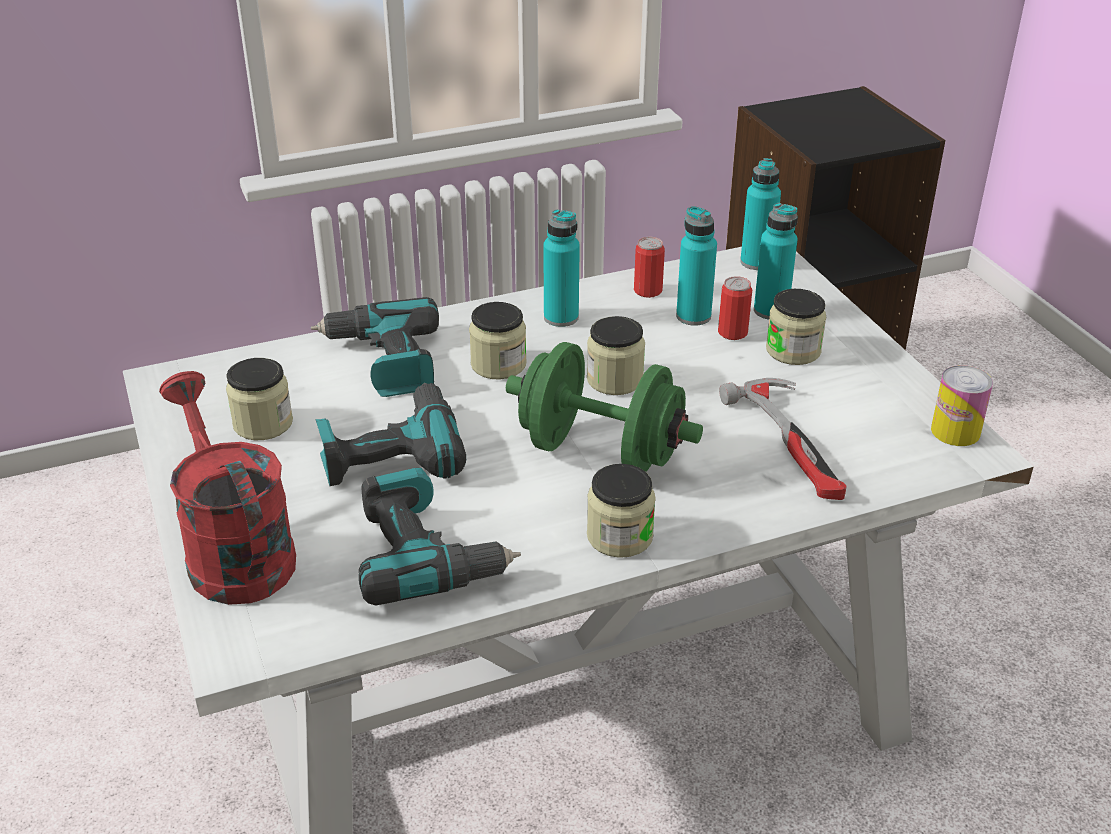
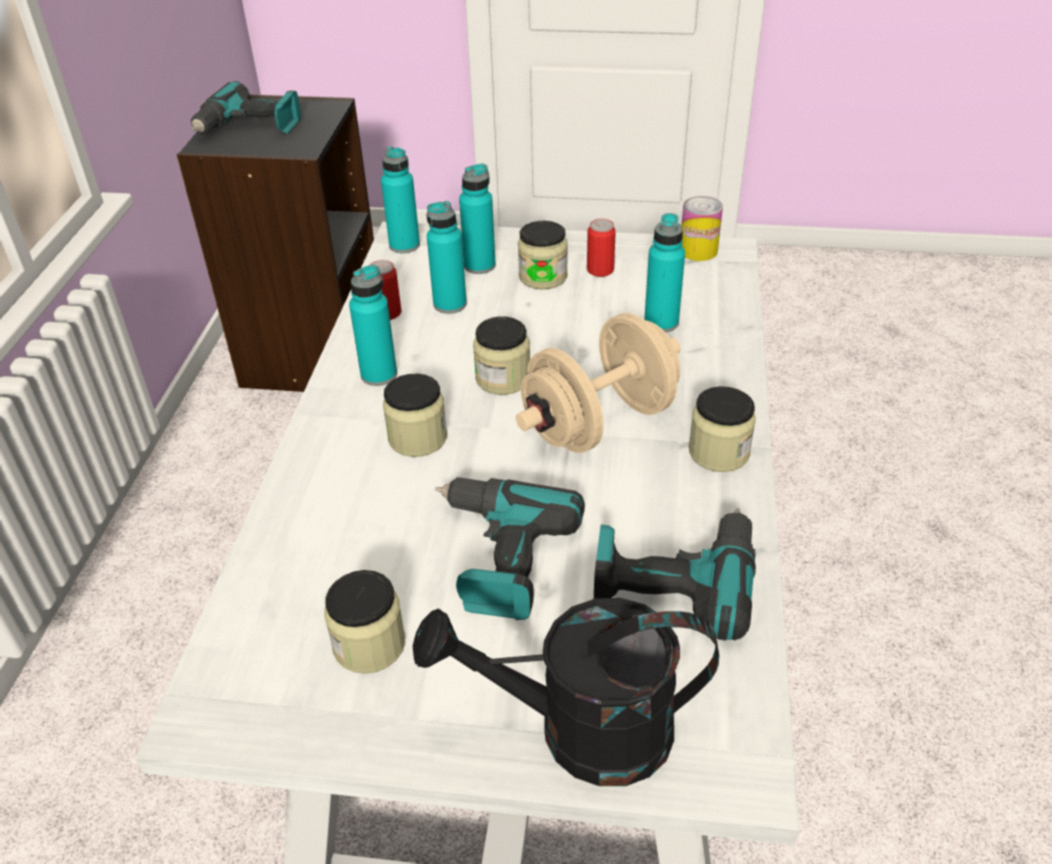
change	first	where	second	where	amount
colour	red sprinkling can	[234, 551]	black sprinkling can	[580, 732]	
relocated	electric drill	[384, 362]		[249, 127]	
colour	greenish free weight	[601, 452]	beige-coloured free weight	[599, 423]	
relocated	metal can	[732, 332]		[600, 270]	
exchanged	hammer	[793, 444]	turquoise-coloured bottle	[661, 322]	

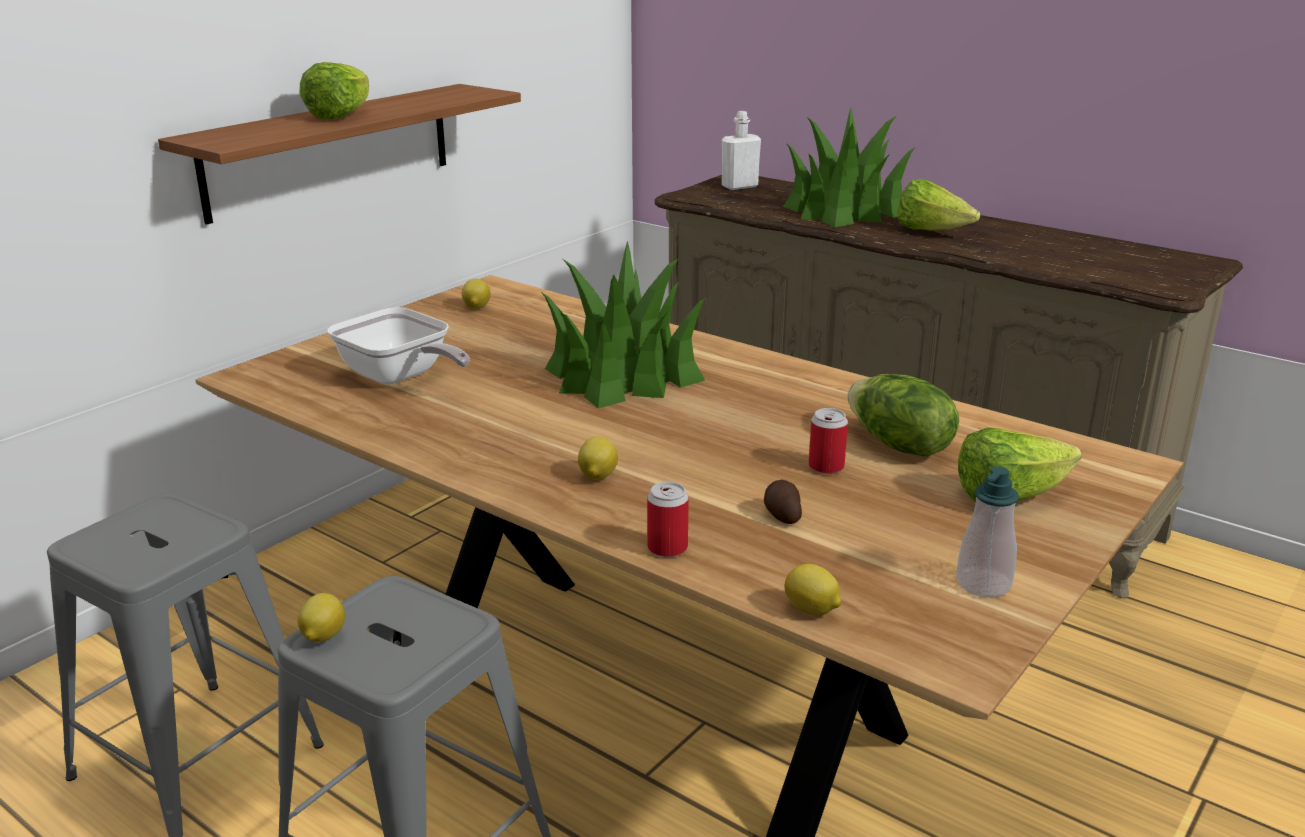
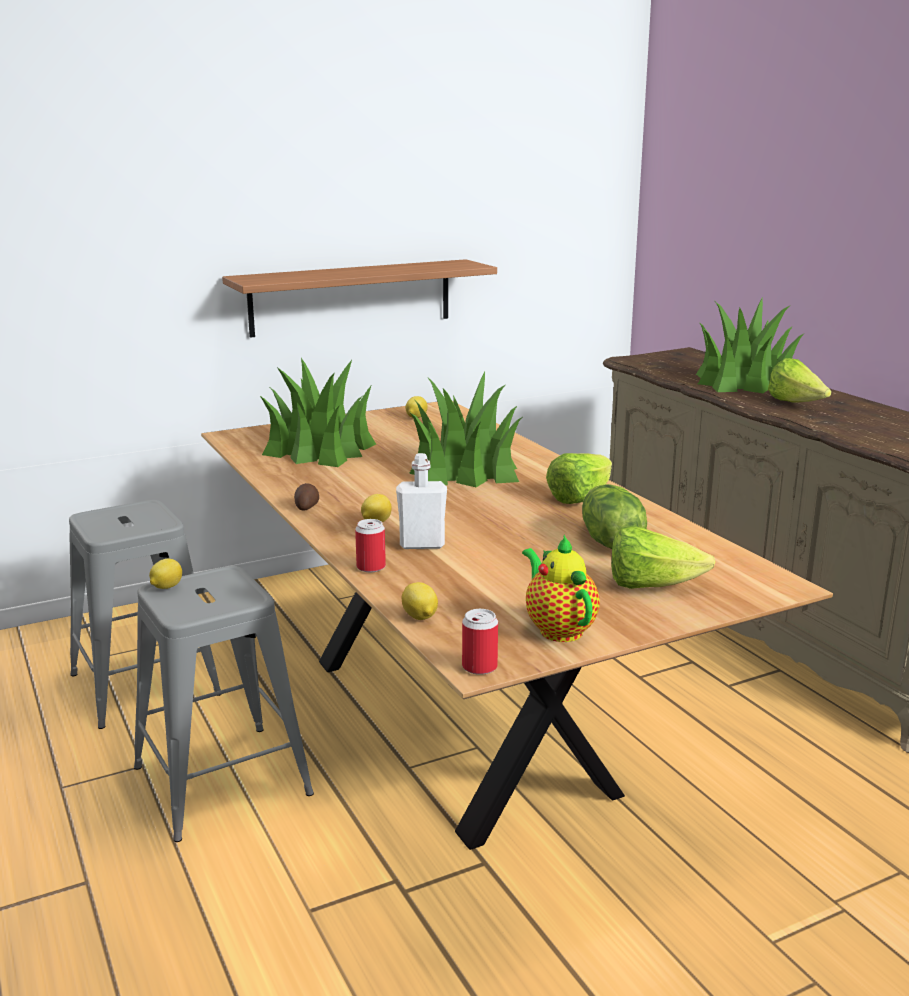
change	first	where	second	where	amount
relocated	lettuce	[340, 115]		[580, 497]	
exchanged	frying pan	[399, 377]	plant in a pot	[319, 449]	
relocated	white bottle	[739, 186]		[422, 544]	
relocated	spud	[782, 515]		[306, 507]	
relocated	metal can	[826, 467]		[479, 667]	
exchanged	soap bottle	[983, 584]	teapot	[558, 629]	

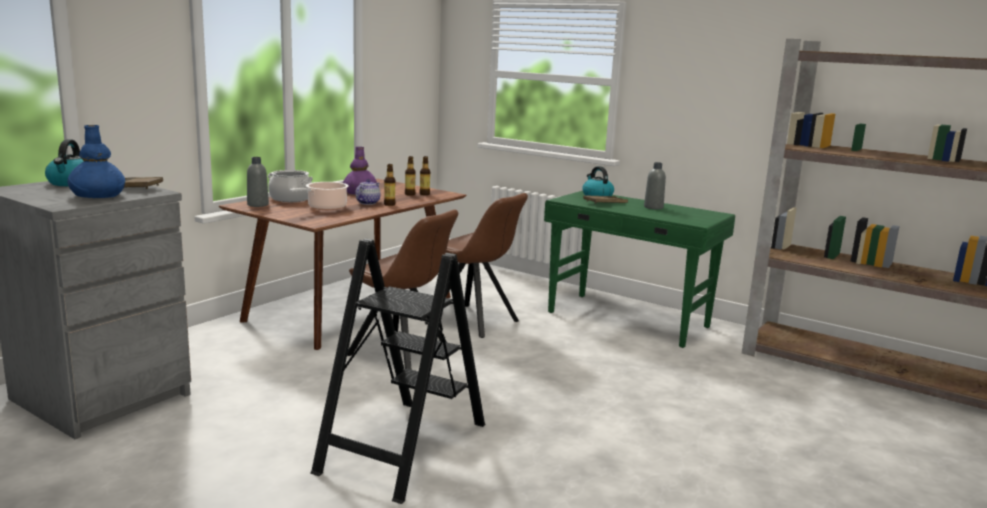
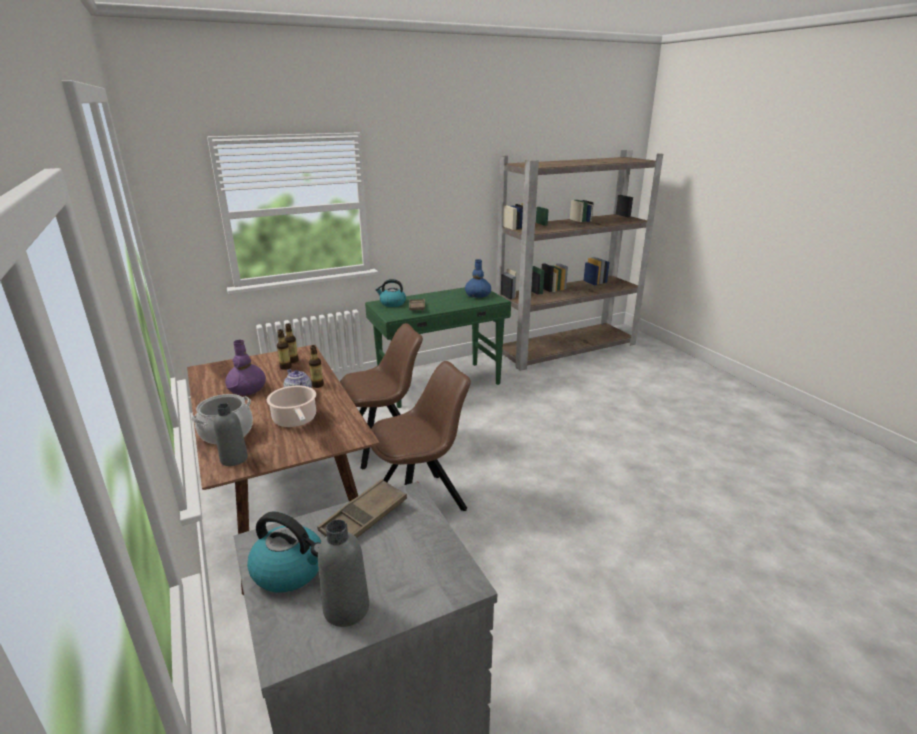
change	first	where	second	where	amount
relocated	bluish decorative vase	[98, 195]		[477, 295]	
missing	black step ladder	[402, 448]			
relocated	greyish bottle	[653, 207]		[346, 608]	

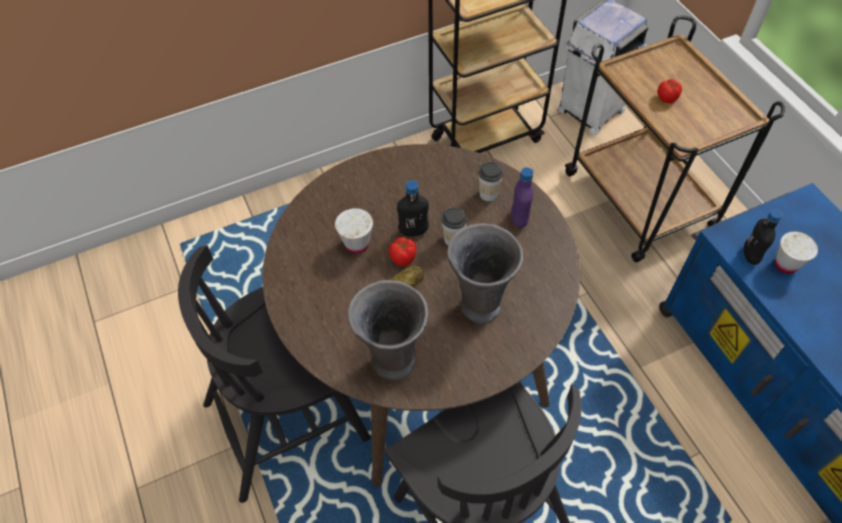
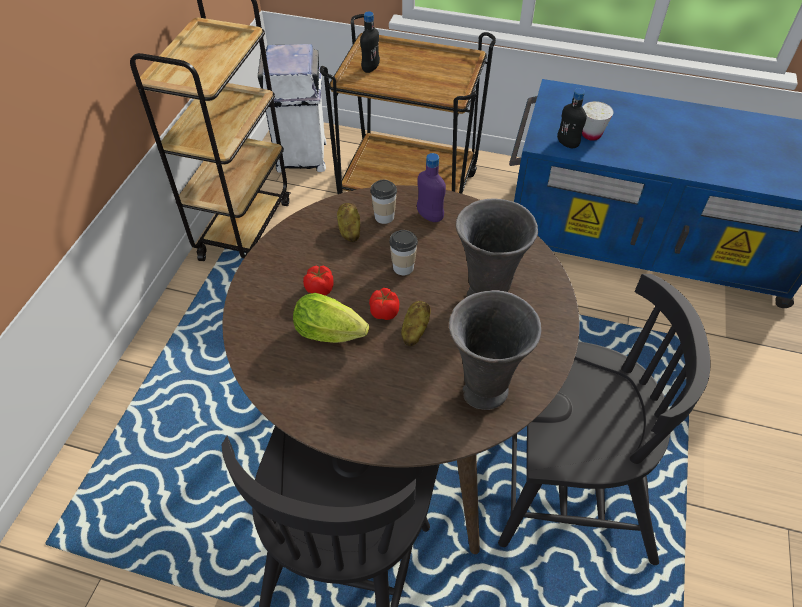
change	first	where	second	where	amount
exchanged	white cup	[357, 244]	lettuce	[333, 334]	
relocated	black bottle	[413, 231]		[370, 68]	
relocated	whole tomato	[667, 98]		[320, 288]	
appeared			spud	[349, 230]	

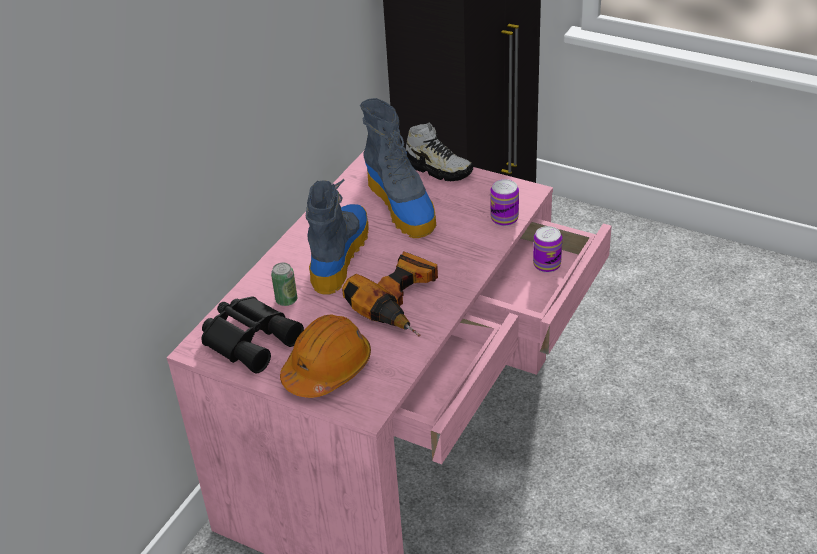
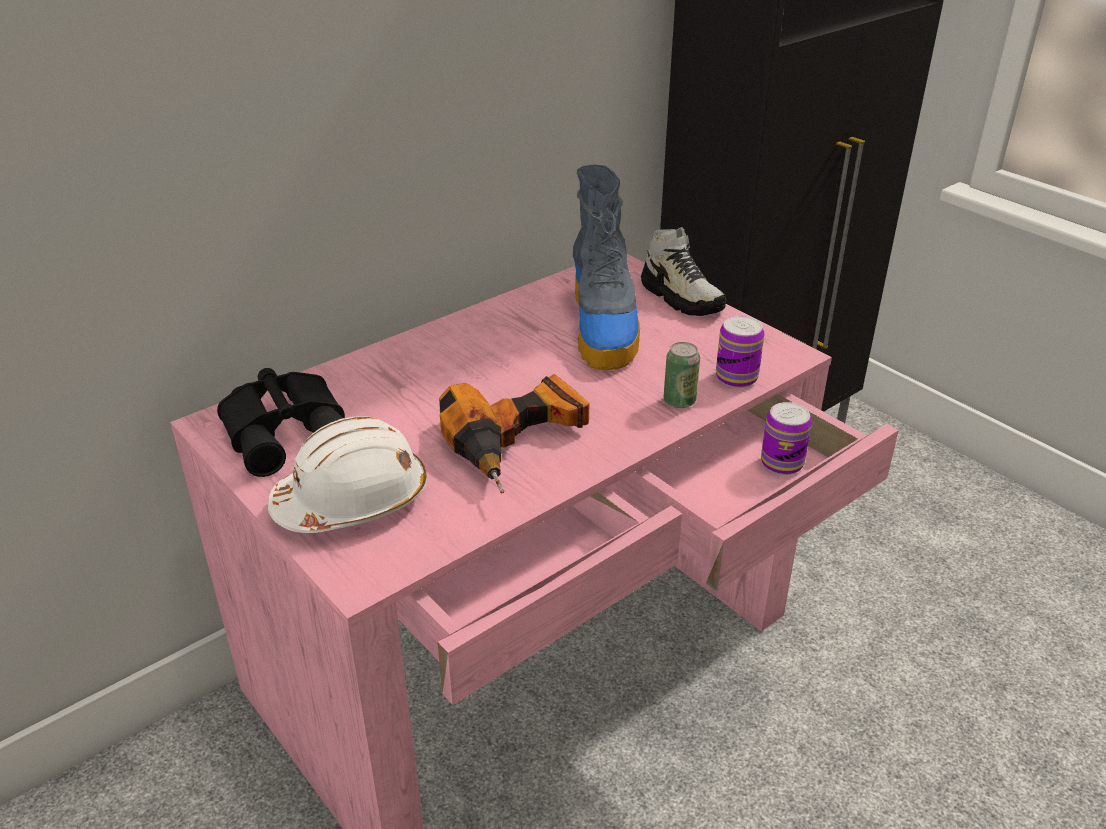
change	first	where	second	where	amount
relocated	metal can	[286, 300]		[679, 401]	
colour	orangey hard hat	[327, 369]	white hard hat	[353, 500]	
missing	tall boot	[339, 254]			

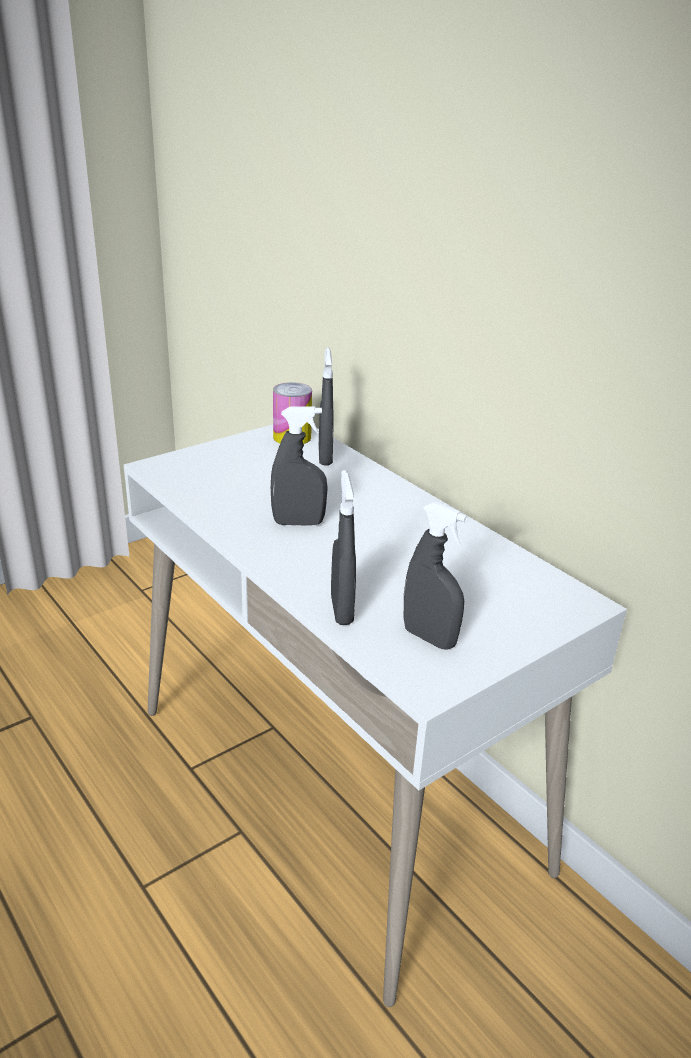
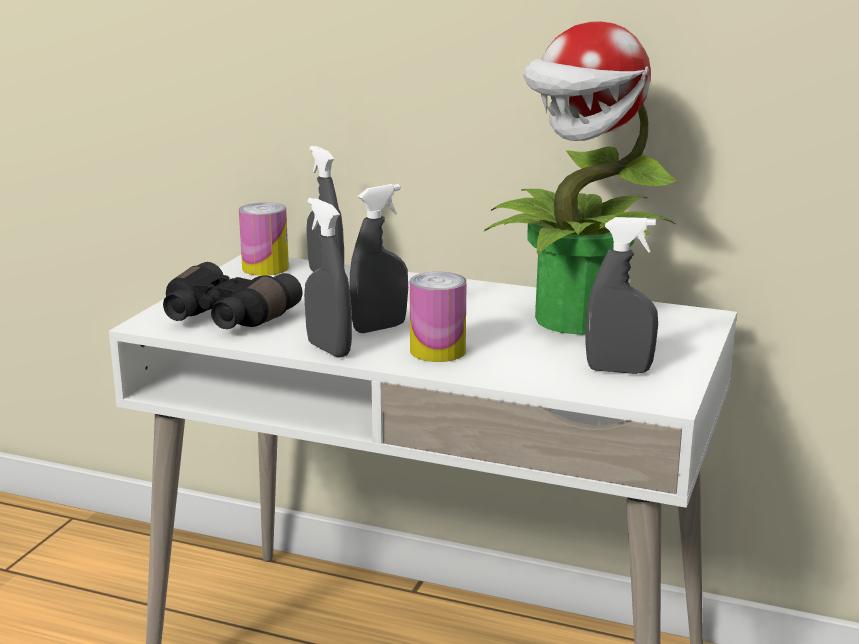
change	first	where	second	where	amount
relocated	greyish hand sprayer	[341, 610]		[329, 349]	
appeared			black pair of binoculars	[224, 318]	
appeared			metal can	[437, 351]	
appeared			plant in a pot	[574, 320]	

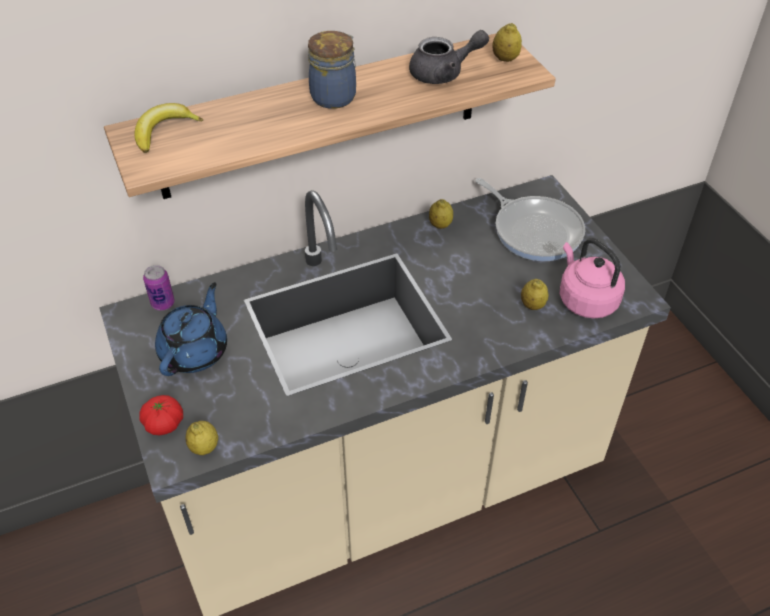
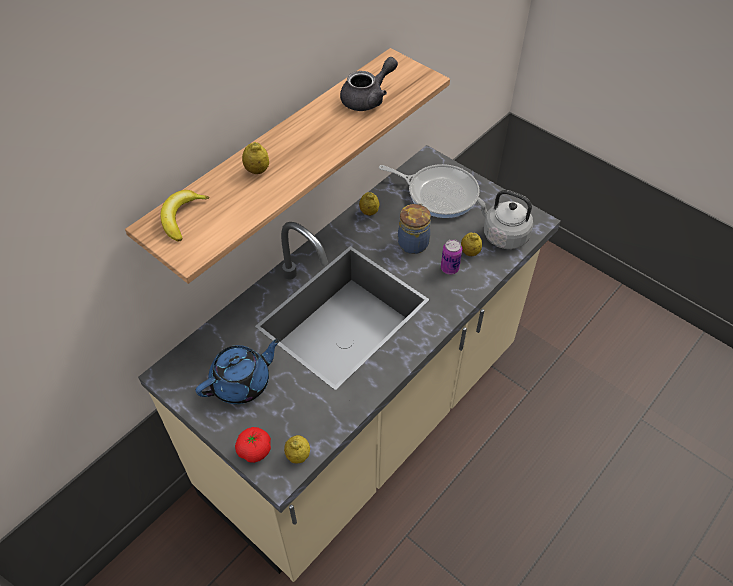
change	first	where	second	where	amount
relocated	metal can	[163, 303]		[449, 268]	
spun	bluish teapot	[195, 351]		[242, 382]	60 degrees clockwise
relocated	jar	[335, 96]		[413, 242]	
relocated	whole lemon	[505, 59]		[257, 170]	
colour	pinkish water kettle	[585, 299]	greyish water kettle	[502, 235]	

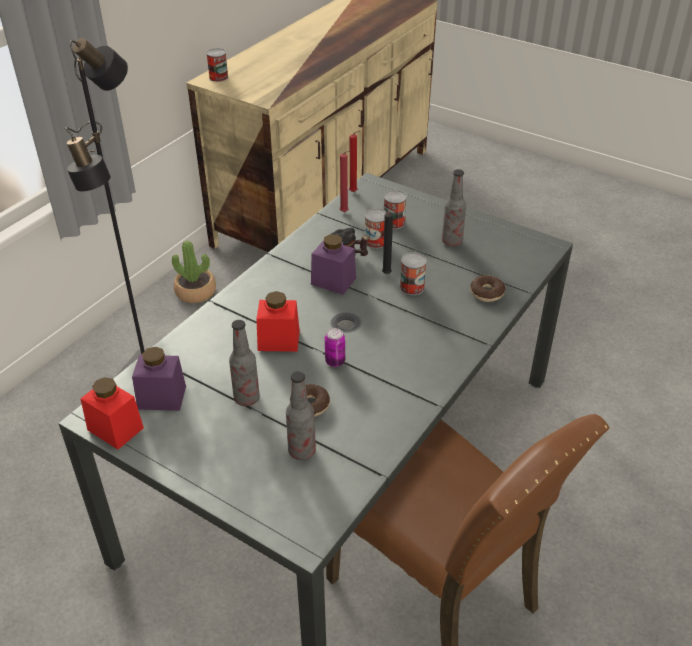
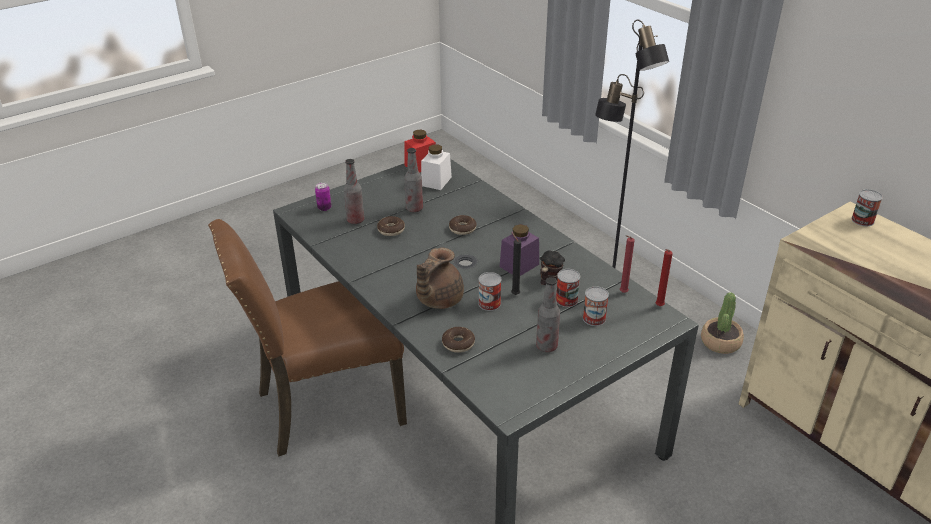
change	first	where	second	where	amount
colour	purplish jar	[162, 397]	white jar	[436, 181]	
exchanged	red jar	[278, 340]	ring doughnut	[462, 229]	
relocated	metal can	[335, 361]		[324, 208]	
appeared			brown-coloured teapot	[438, 300]	

